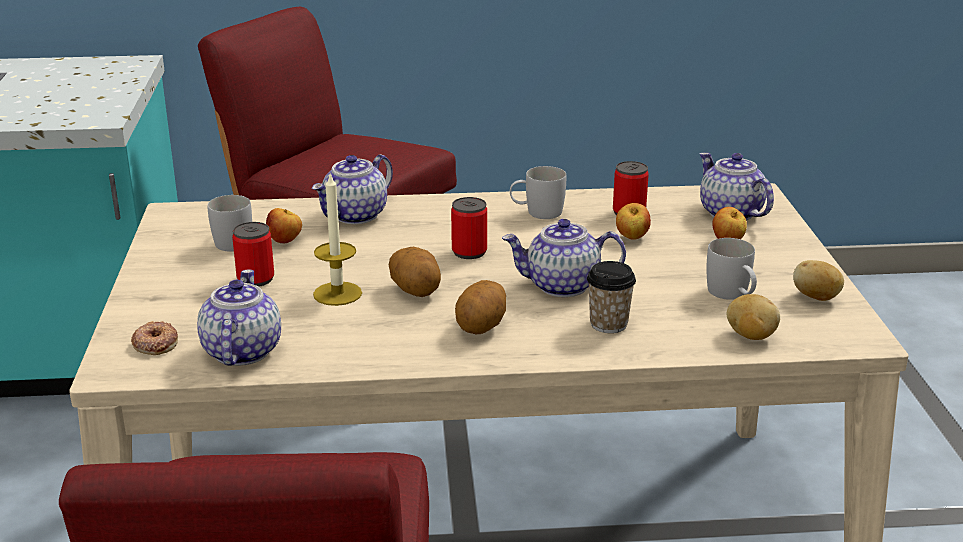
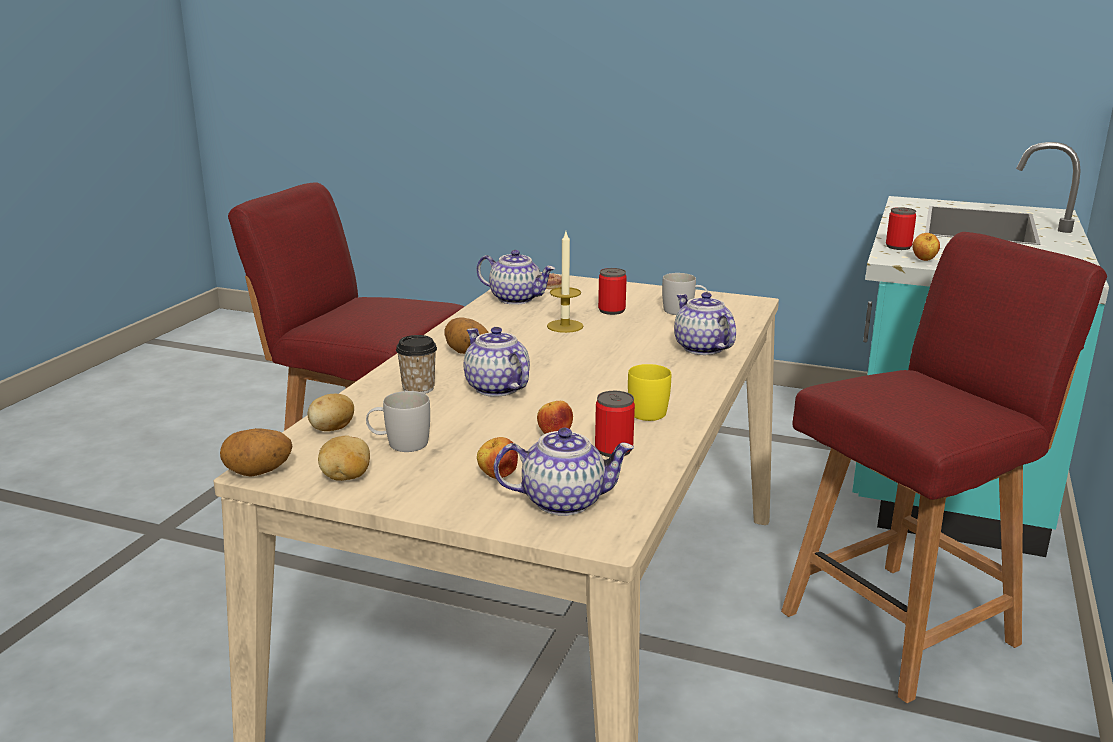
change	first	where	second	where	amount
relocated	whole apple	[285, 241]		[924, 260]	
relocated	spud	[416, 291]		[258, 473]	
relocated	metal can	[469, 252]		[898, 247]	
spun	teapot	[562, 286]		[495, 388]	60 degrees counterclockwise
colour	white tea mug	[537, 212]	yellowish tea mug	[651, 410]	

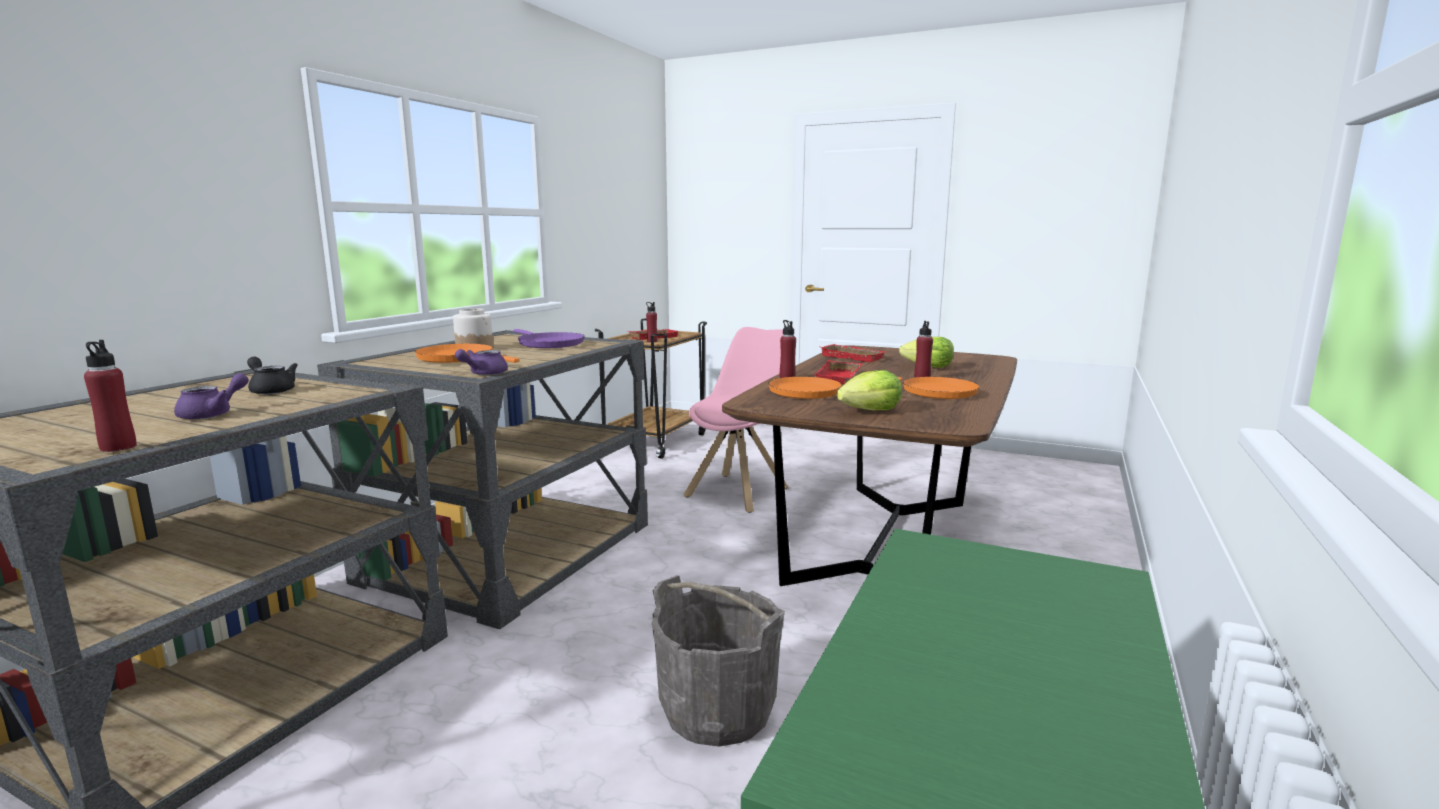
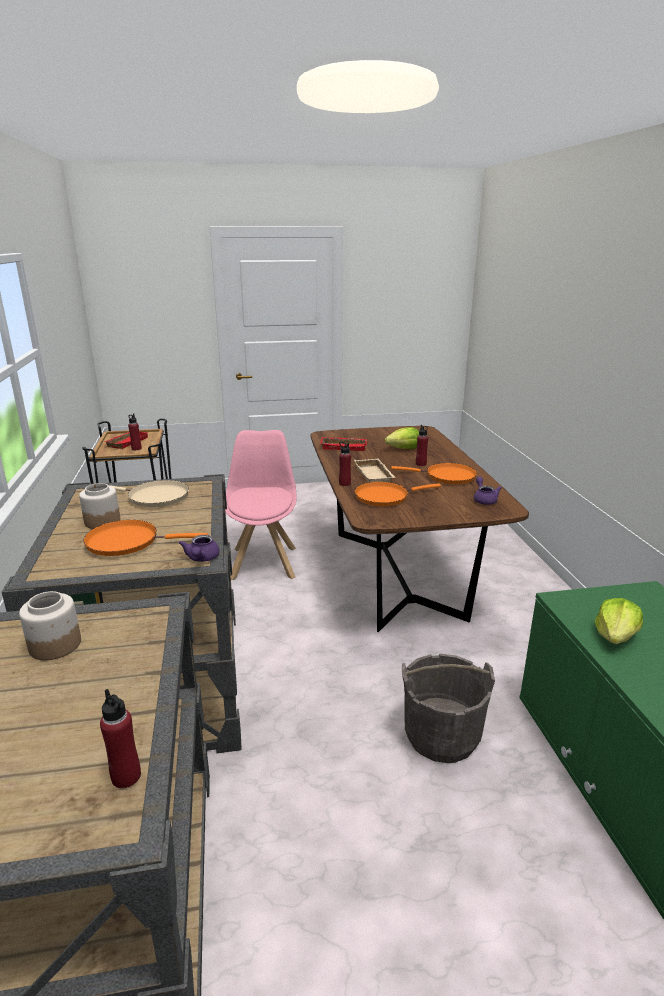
change	first	where	second	where	amount
relocated	purplish teapot	[213, 414]		[484, 499]	
exchanged	black teapot	[271, 390]	jar	[54, 645]	
colour	purplish frying pan	[548, 344]	beige-coloured frying pan	[154, 497]	
colour	red carrying tray	[840, 378]	beige-coloured carrying tray	[375, 475]	
relocated	lettuce	[870, 411]		[615, 636]	

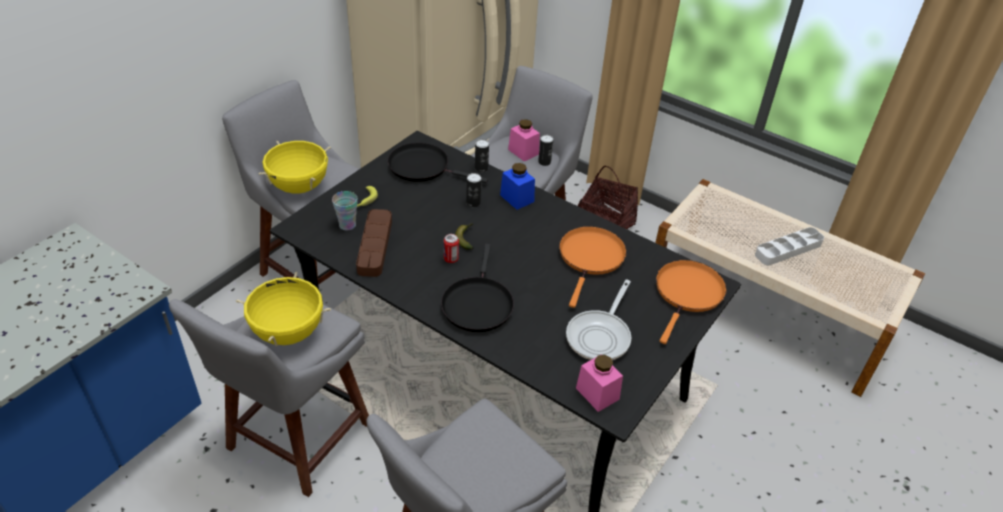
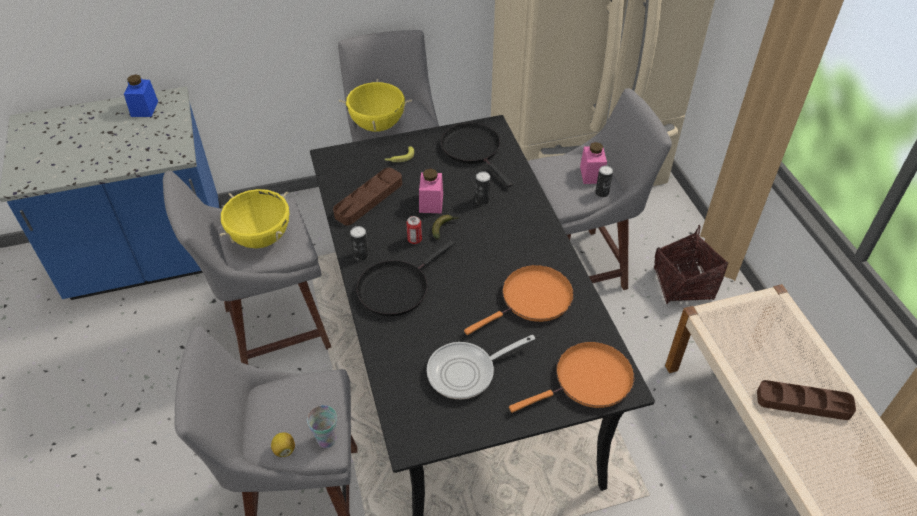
change	first	where	second	where	amount
relocated	cup	[347, 225]		[326, 439]	
relocated	metal can	[481, 168]		[361, 255]	
relocated	bluish jar	[517, 198]		[144, 108]	
relocated	pinkish jar	[597, 393]		[431, 203]	
colour	white carrying tray	[788, 249]	brown-coloured carrying tray	[803, 403]	
appeared			whole lemon	[284, 450]	

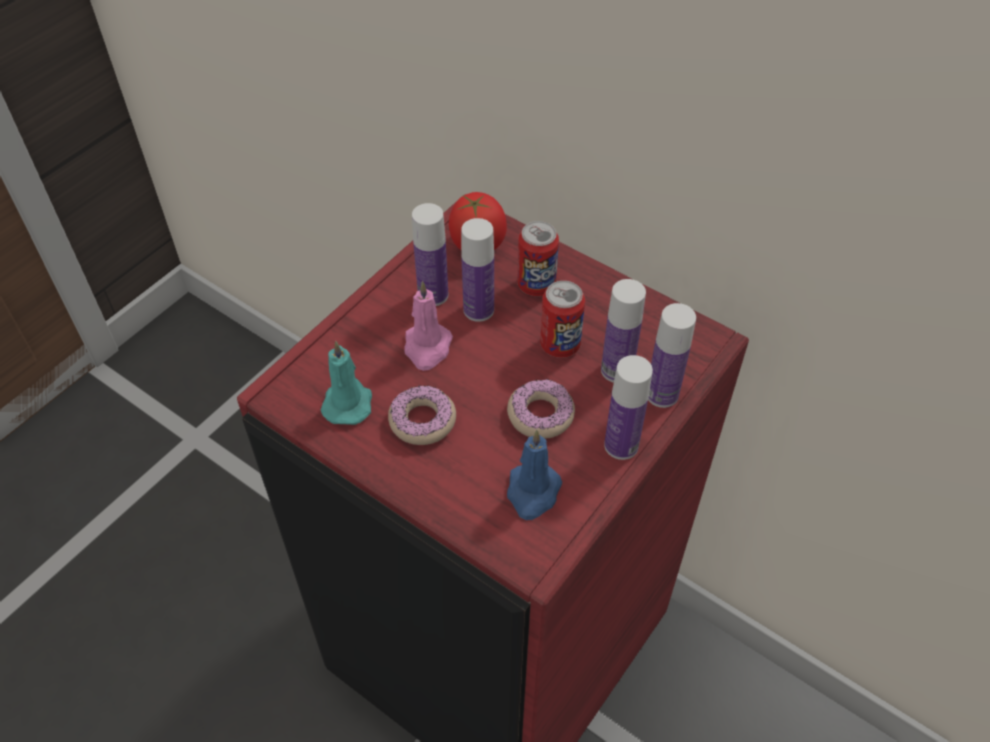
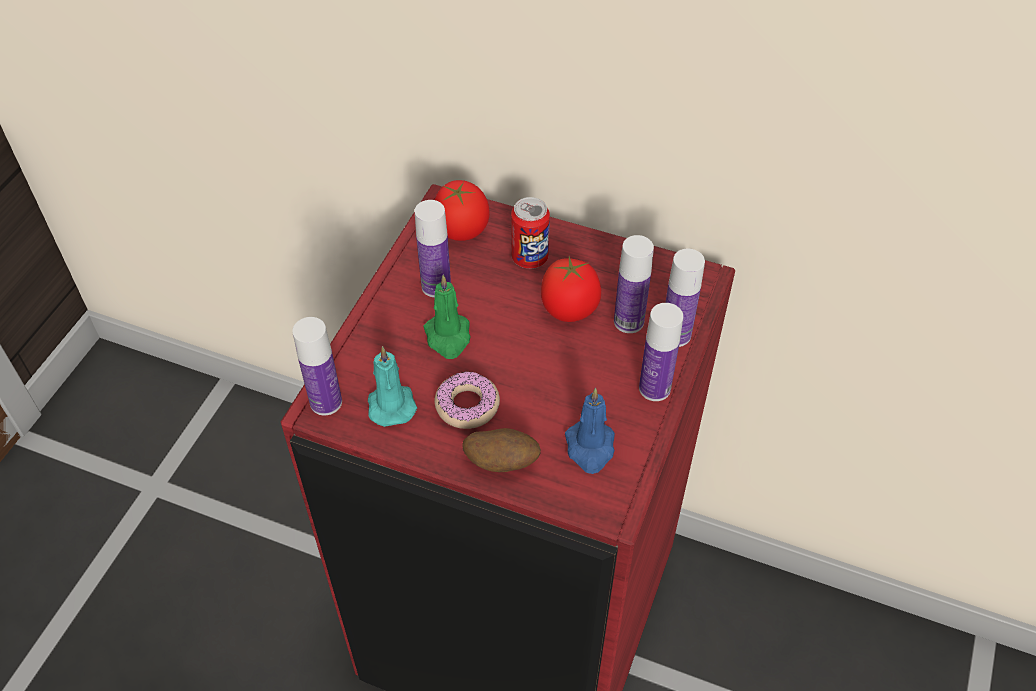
change	first	where	second	where	amount
colour	pinkish candle	[427, 348]	greenish candle	[448, 337]	
relocated	bottle	[478, 310]		[326, 402]	
missing	ring doughnut	[540, 415]			
exchanged	metal can	[560, 345]	whole tomato	[570, 309]	
appeared			spud	[502, 462]	

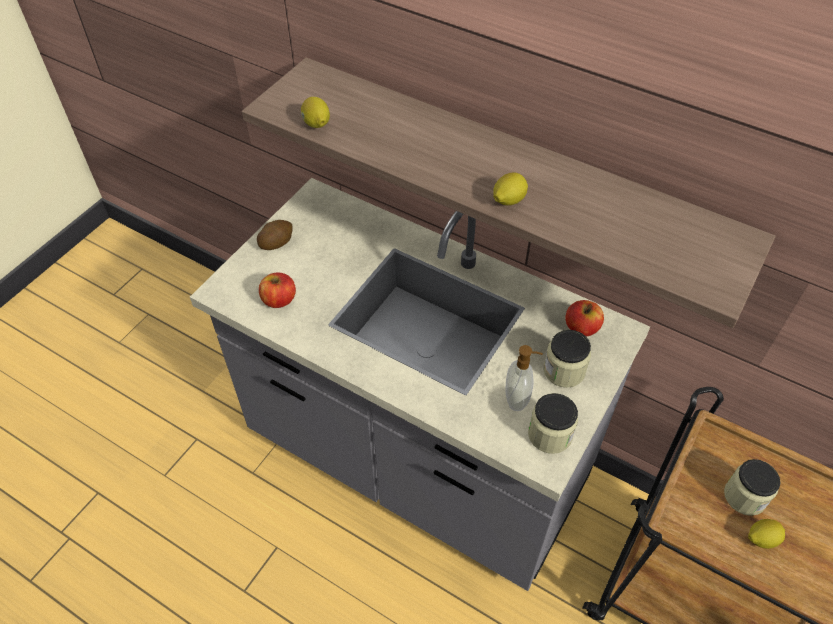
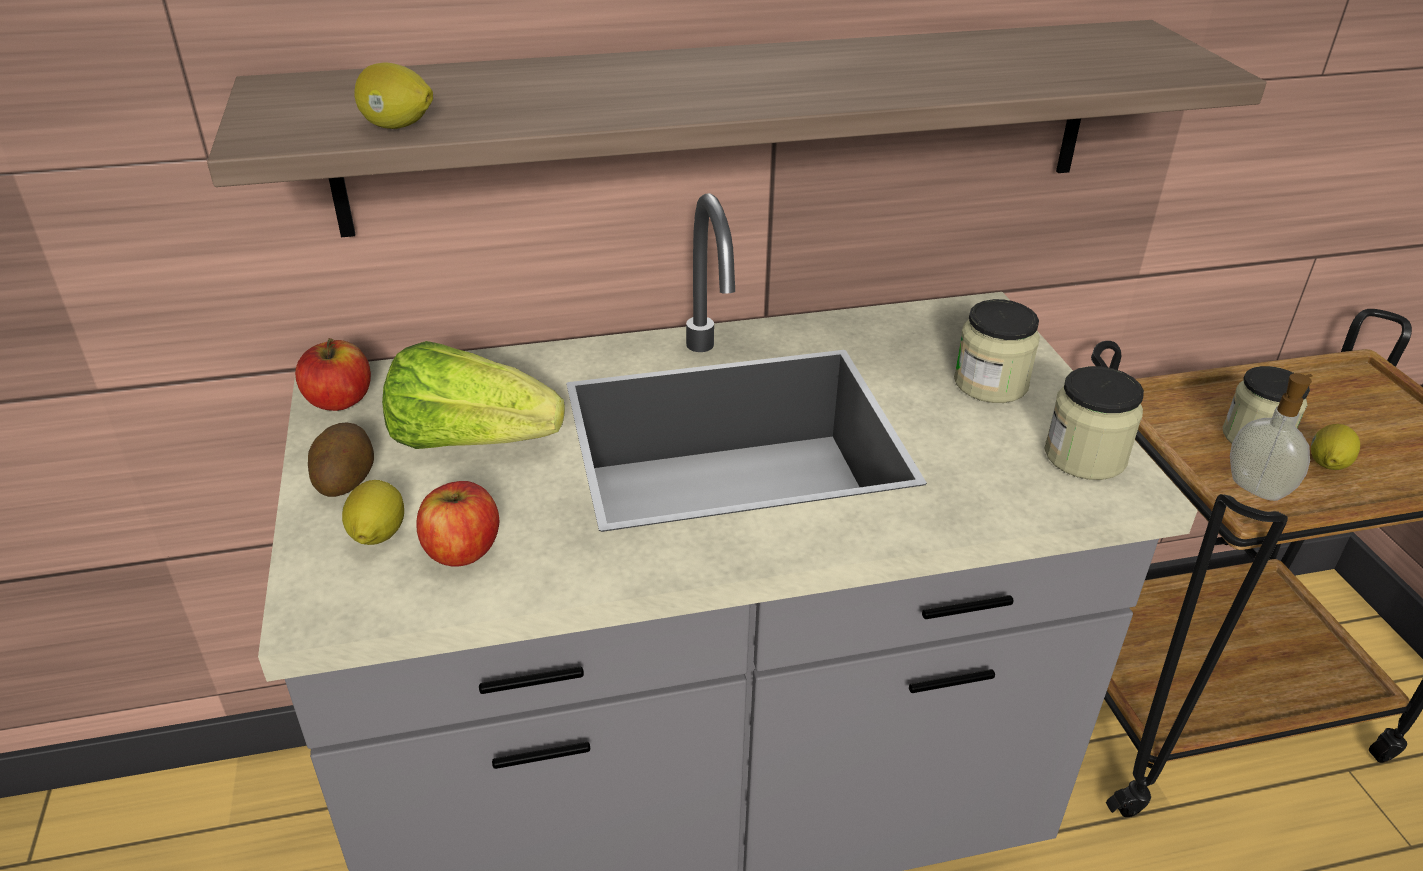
change	first	where	second	where	amount
relocated	whole lemon	[508, 200]		[377, 536]	
relocated	soap bottle	[517, 398]		[1257, 488]	
relocated	whole apple	[581, 328]		[339, 400]	
appeared			lettuce	[470, 439]	

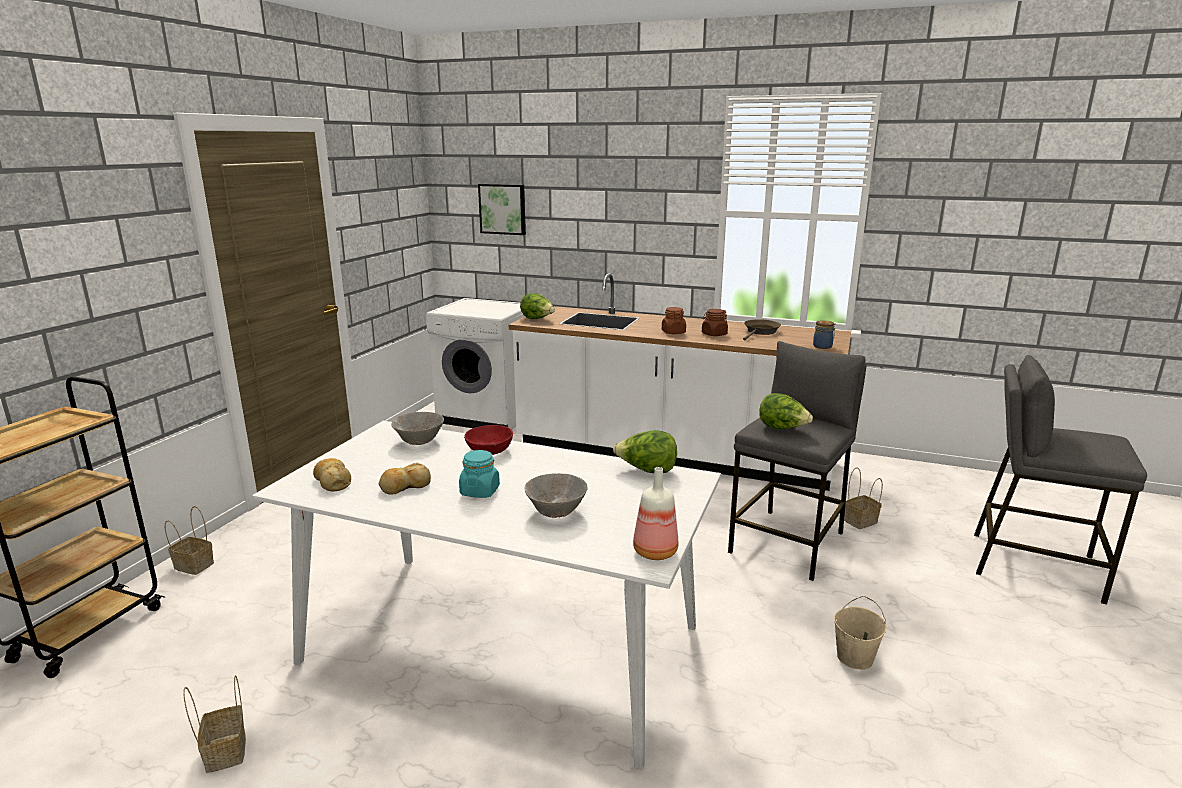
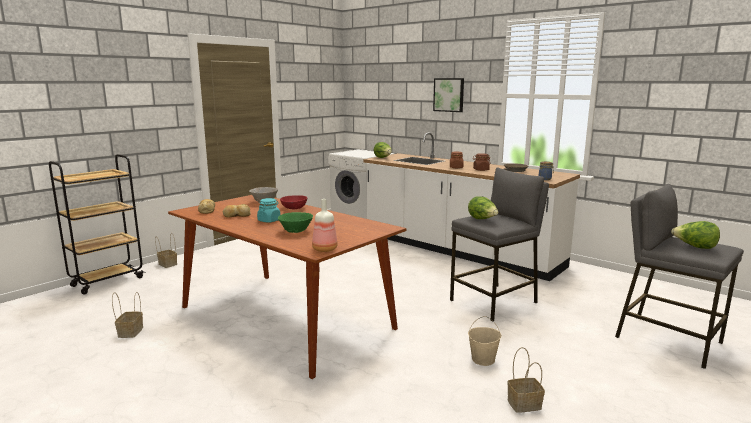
change	first	where	second	where	amount
colour	white kitchen table	[503, 644]	brown-coloured kitchen table	[286, 317]	
relocated	picture	[503, 209]		[449, 95]	
colour	greyish deep dish	[556, 512]	greenish deep dish	[295, 231]	
relocated	lettuce	[647, 471]		[694, 247]	
relocated	storage basket	[860, 521]		[525, 404]	

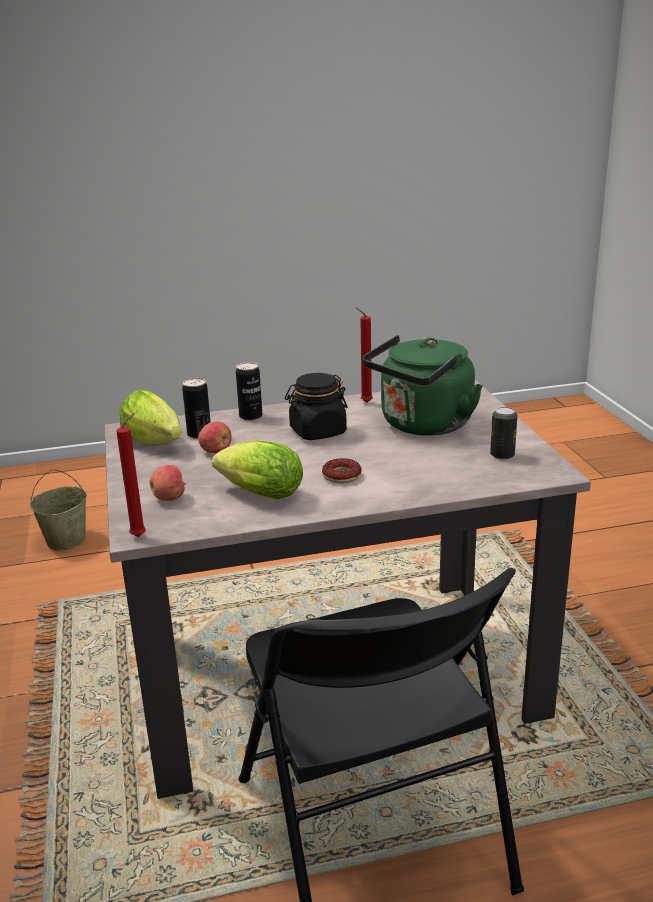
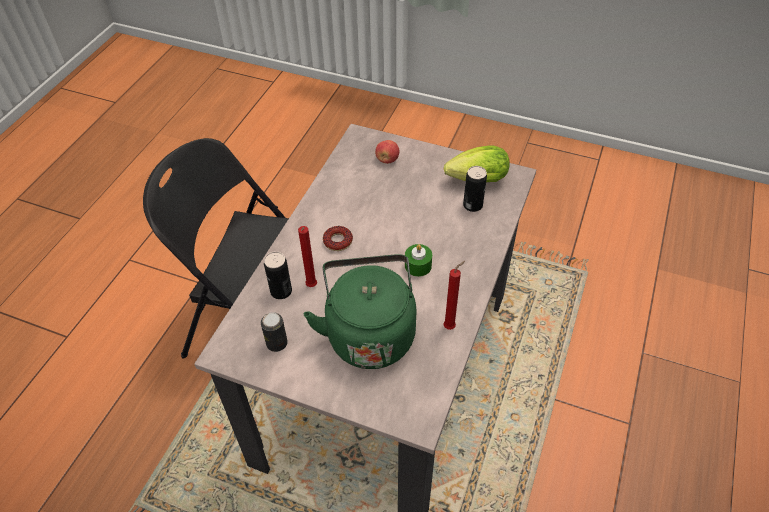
change	first	where	second	where	amount
missing	beige-coloured water bucket	[66, 540]			
relocated	red candle	[141, 536]		[311, 287]	
missing	whole apple	[216, 451]			
missing	lettuce	[256, 493]			
relocated	metal can	[250, 416]		[281, 291]	
exchanged	black jar	[317, 432]	greenish candle	[418, 266]	

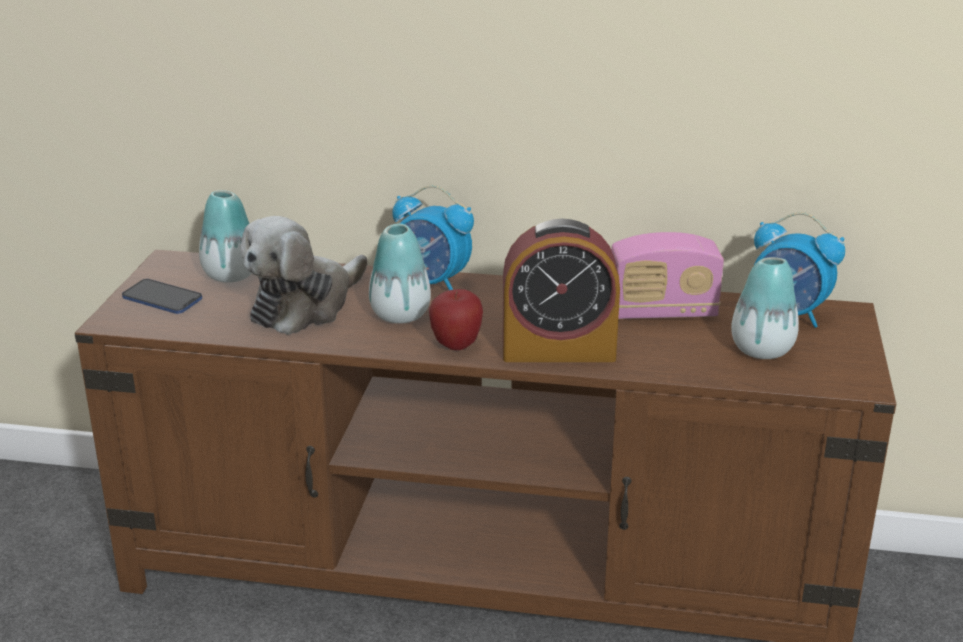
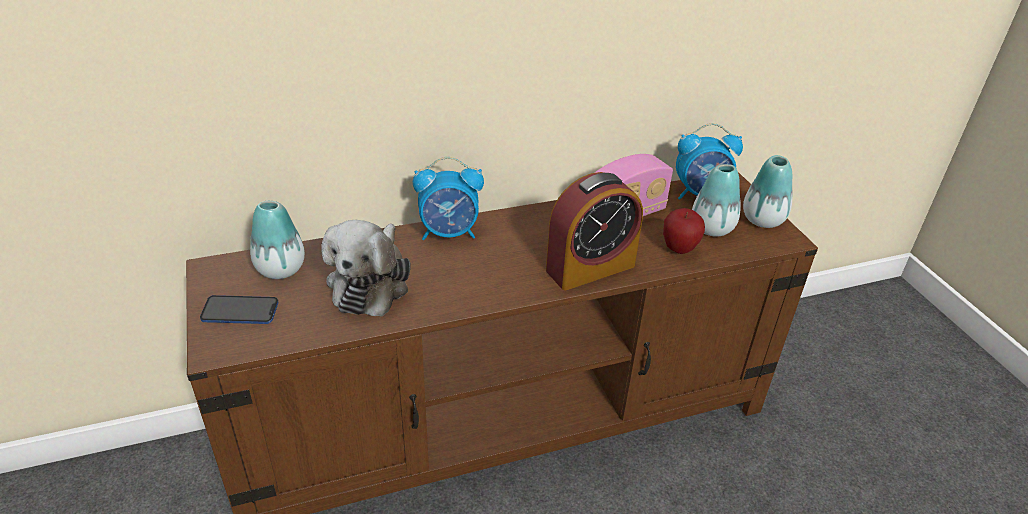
change	first	where	second	where	amount
relocated	decorative vase	[400, 315]		[762, 220]	
relocated	whole apple	[456, 345]		[679, 249]	

